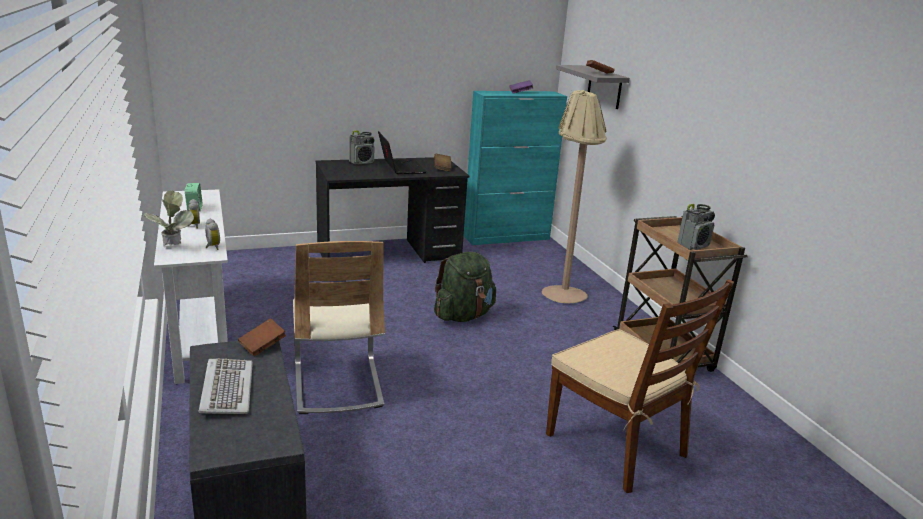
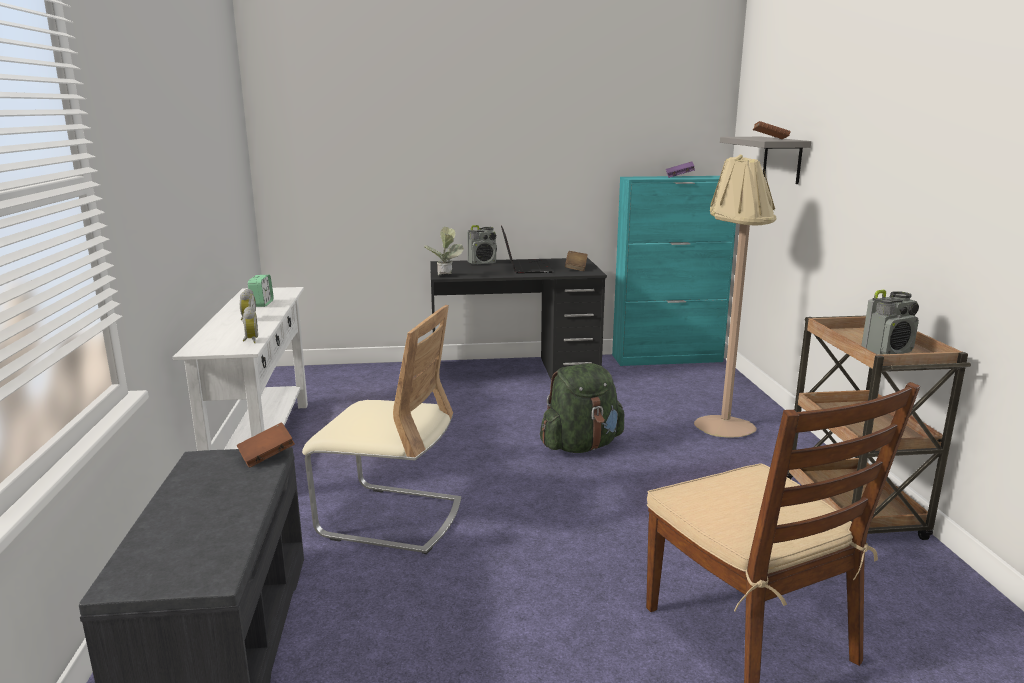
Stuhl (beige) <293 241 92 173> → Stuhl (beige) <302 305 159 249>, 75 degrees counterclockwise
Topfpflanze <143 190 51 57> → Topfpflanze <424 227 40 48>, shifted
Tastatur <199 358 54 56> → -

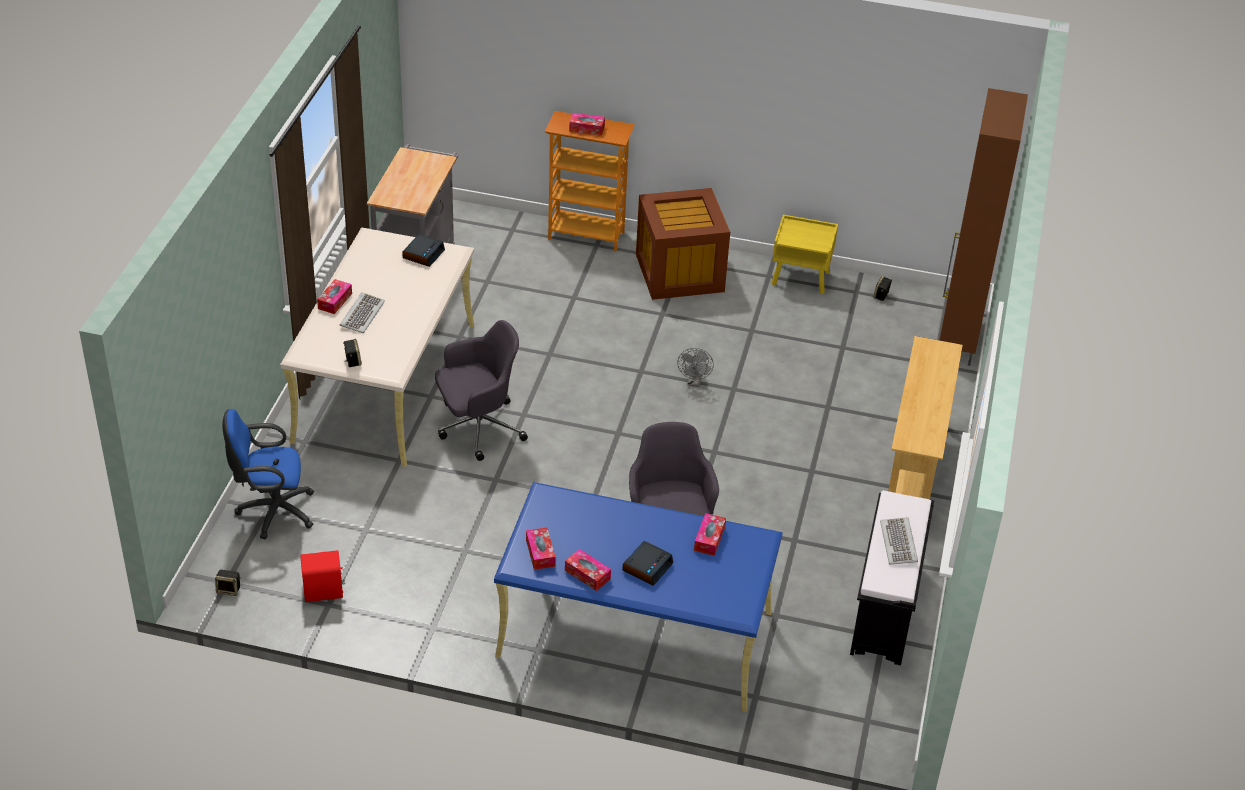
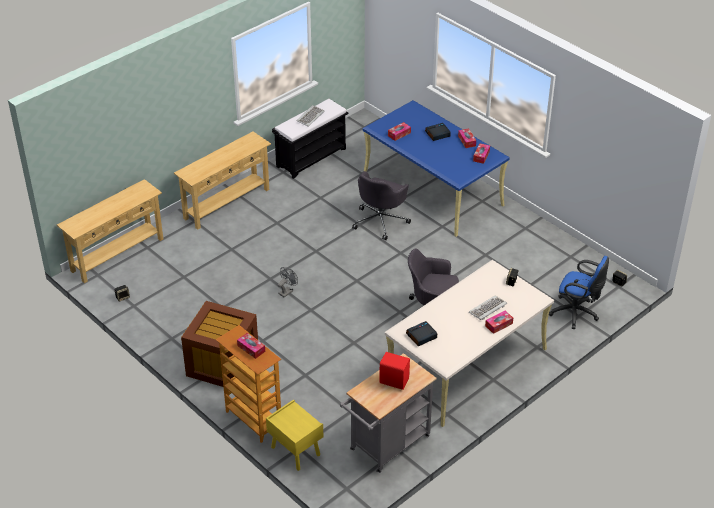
Schrank (braun) <939 88 89 278> → Konsolentisch (beige) <57 179 106 104>
Nachttisch (gelb) <772 215 66 79> → Nachttisch (gelb) <266 399 57 72>, shifted
Lautsprecher (rot) <300 550 45 52> → Lautsprecher (rot) <379 352 31 38>, shifted

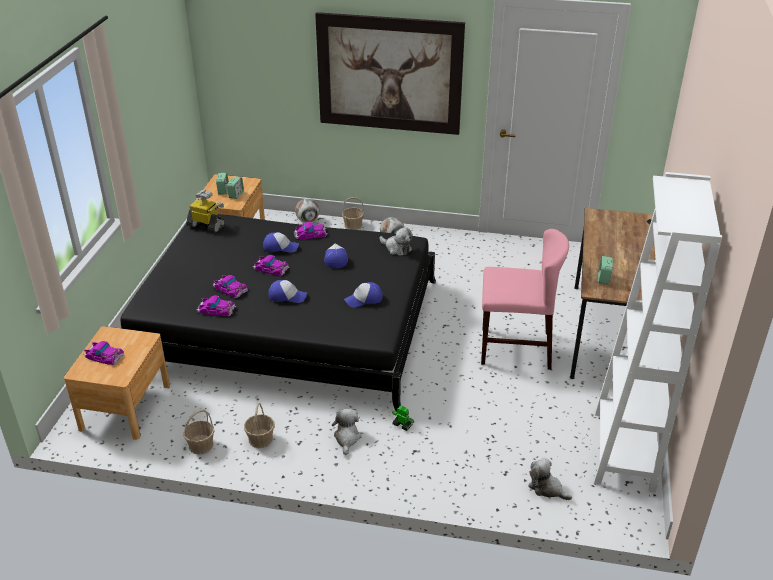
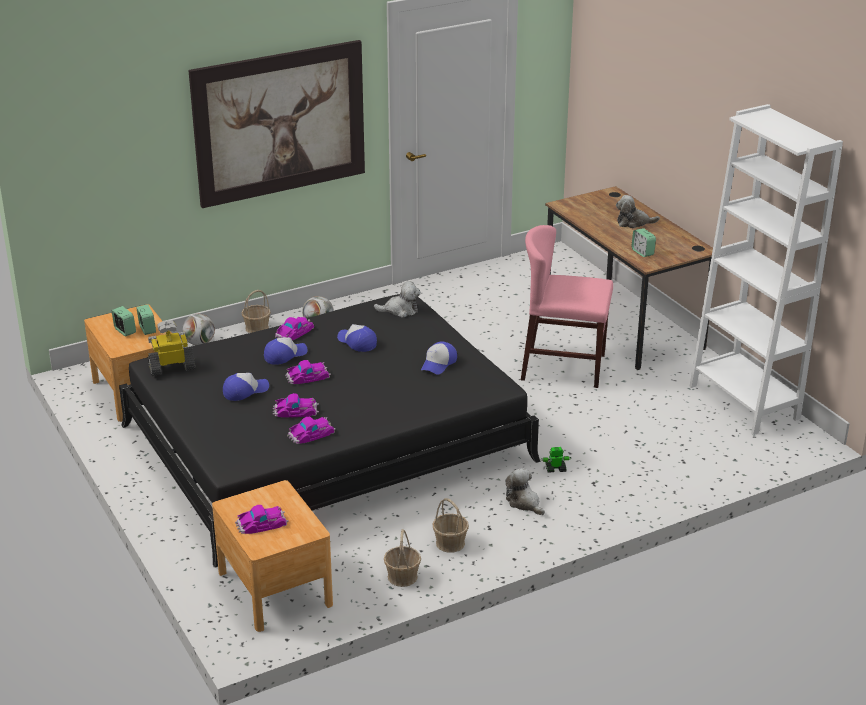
Kappe <268 280 39 23> → Kappe <223 373 46 28>, shifted
Stuhl (rosa) <481 229 88 141> → Stuhl (rosa) <521 225 92 163>, 135 degrees counterclockwise
Plüschtier <528 458 44 42> → Plüschtier <616 195 44 33>, shifted

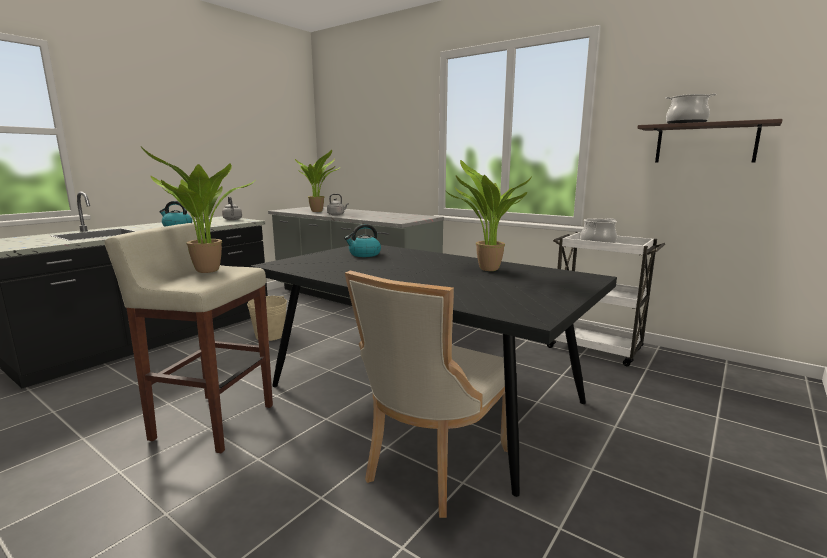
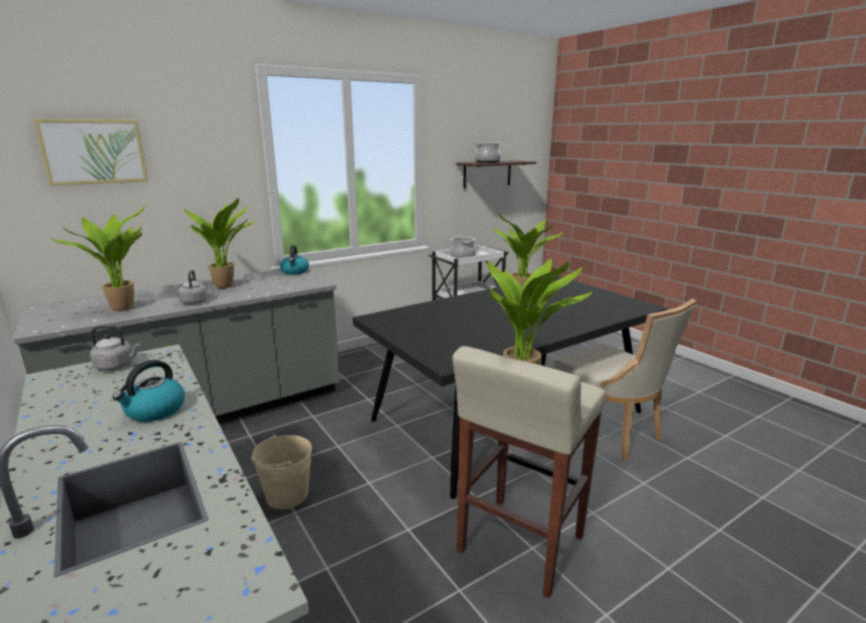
- → Bild <33 119 115 67>
- → Topfpflanze <184 198 72 90>
Wasserkessel <344 224 37 33> → Wasserkessel <280 245 29 30>, shifted

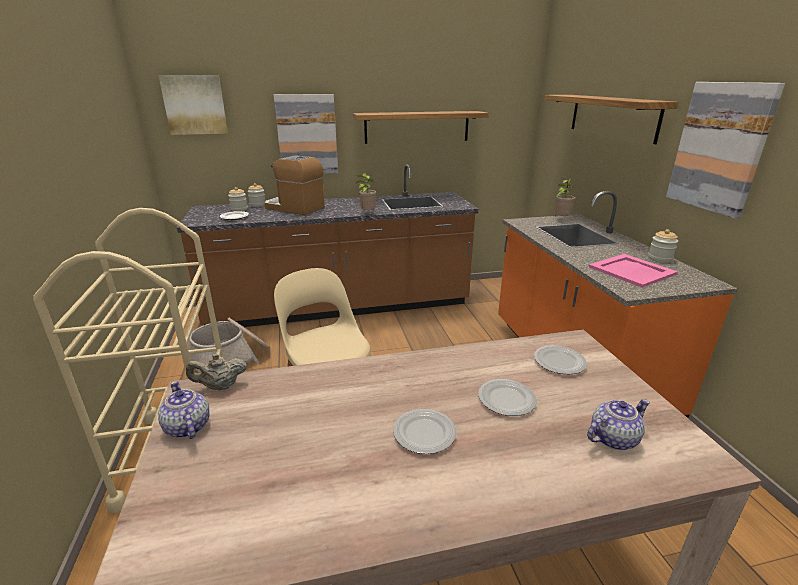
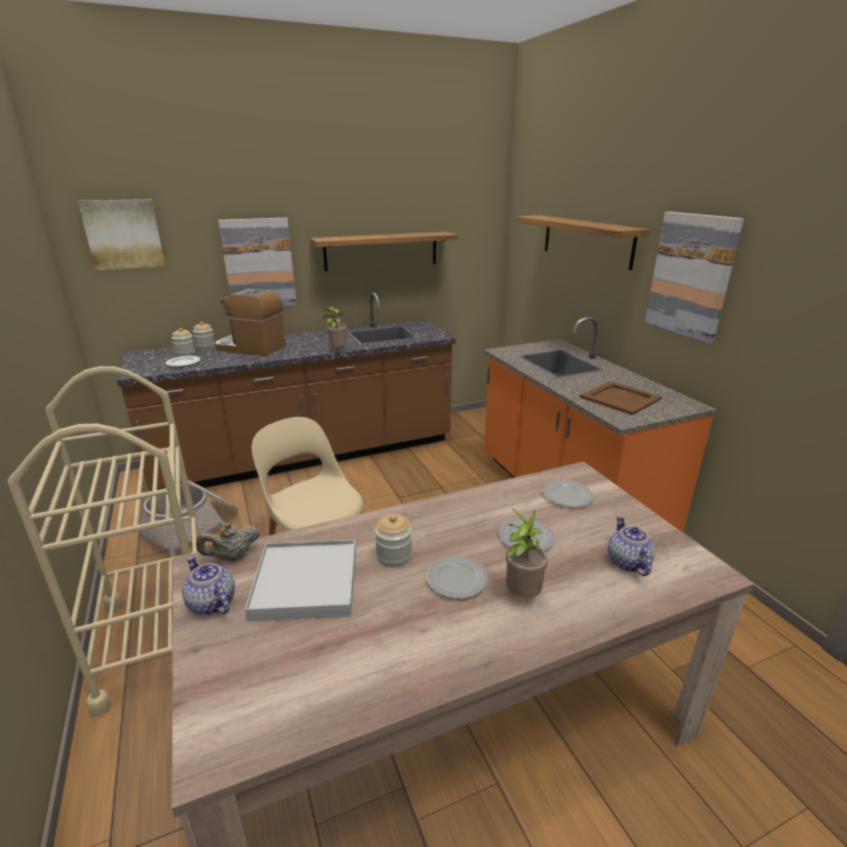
- → Tablett (weiß) <245 540 111 82>
Vorratsglas <648 229 30 33> → Vorratsglas <375 514 37 53>, shifted
Topfpflanze <555 178 20 39> → Topfpflanze <506 509 42 89>, shifted
Tablett (rosa) <589 254 89 33> → Tablett (braun) <580 381 82 34>
Teekanne <587 399 63 51> → Teekanne <608 516 47 60>, 60 degrees counterclockwise

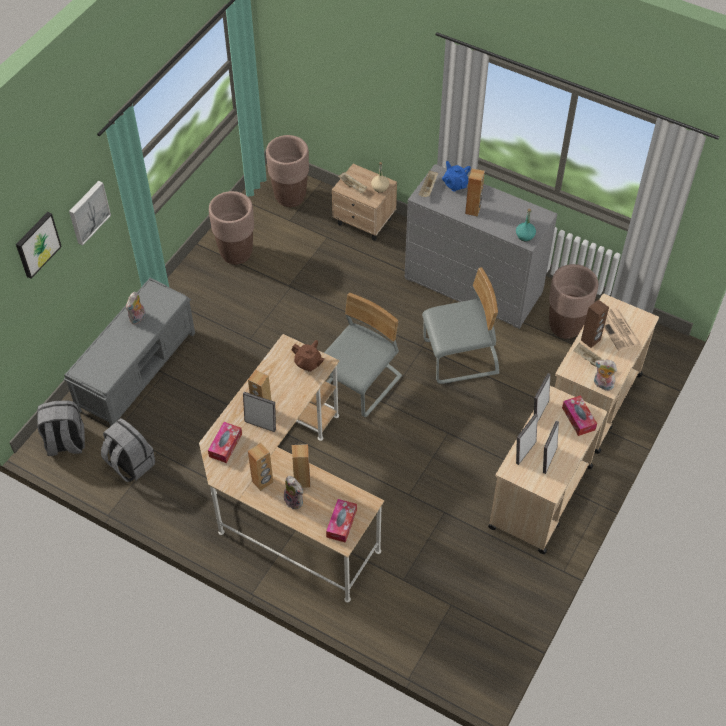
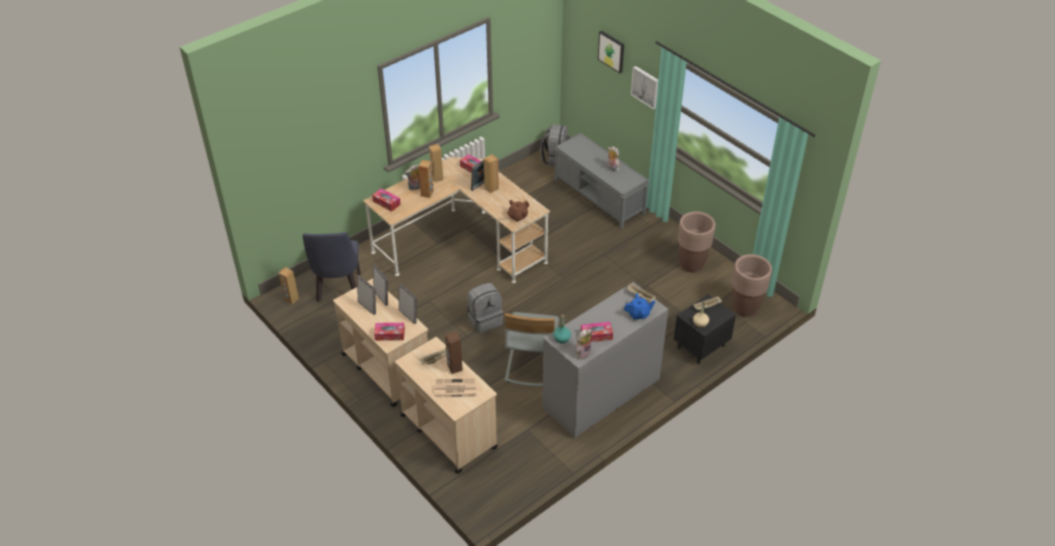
Lautsprecher (braun) <465 169 20 48> → Lautsprecher (braun) <279 267 20 38>, shifted
- → Stuhl (blau) <303 232 58 70>
Rucksack (grau) <101 418 54 64> → Rucksack (grau) <467 283 36 50>, shifted
Plüschtier <594 360 23 31> → Plüschtier <575 329 17 31>, shifted
- → Taschentuchbox <581 322 32 20>
Nachttisch (beige) <332 164 65 77> → Nachttisch (schwarz) <674 294 62 70>
Stuhl (grau) <324 293 78 124> → -
Pflanzkübel (braun) <549 264 49 75> → -

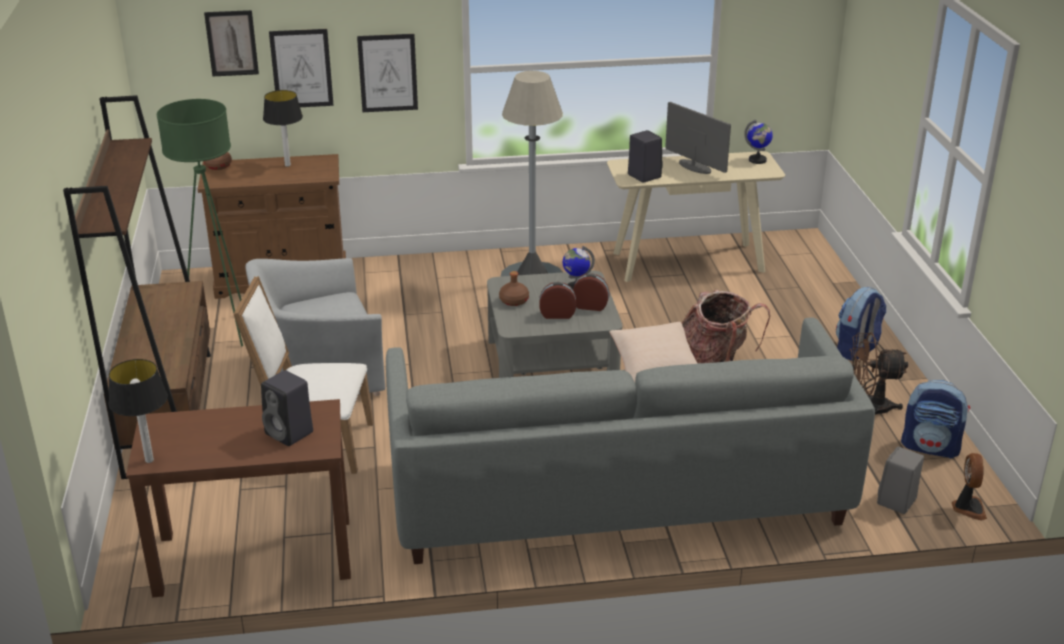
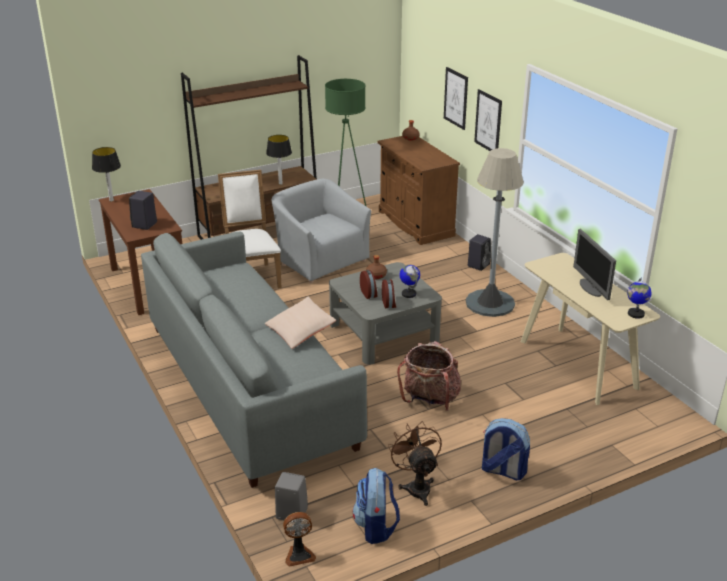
Tischlampe <263 90 40 77> → Tischlampe <266 135 26 50>, shifted
Lautsprecher (schwarz) <628 130 35 53> → Lautsprecher (schwarz) <468 234 23 37>, shifted
Monitor <665 102 66 72> → Monitor <573 229 43 71>, 135 degrees clockwise
Bild <204 10 55 67> → -

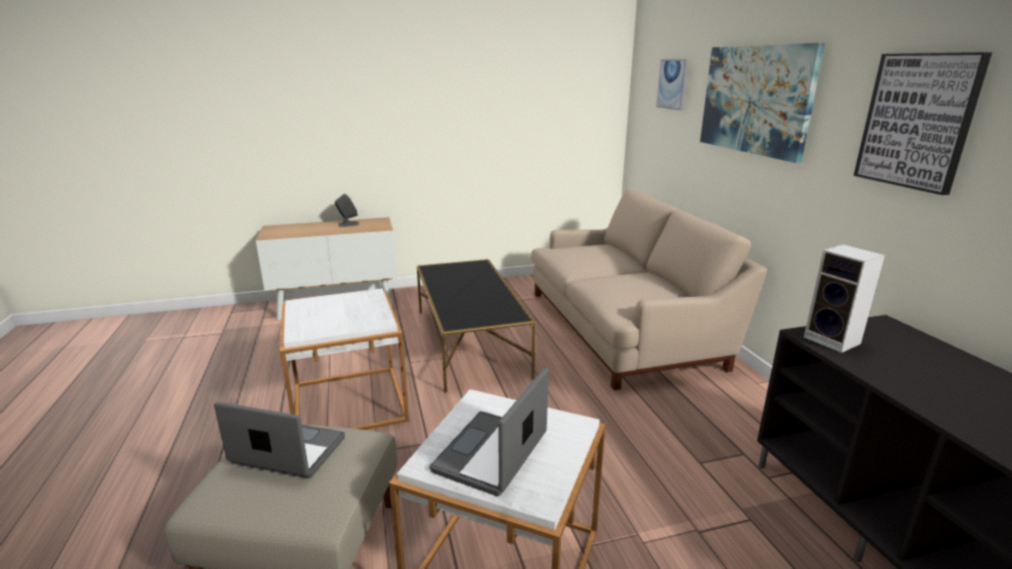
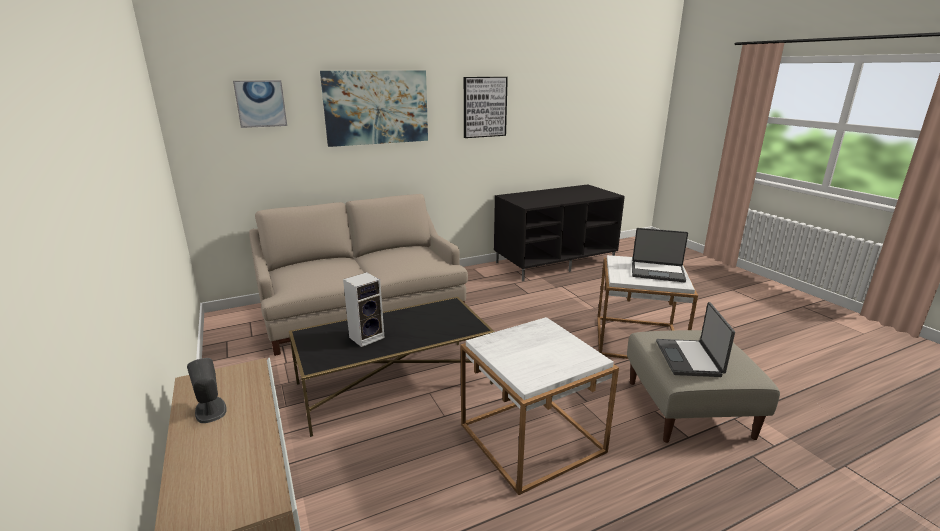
Lautsprecher <804 244 81 109> → Lautsprecher <343 272 41 75>, shifted

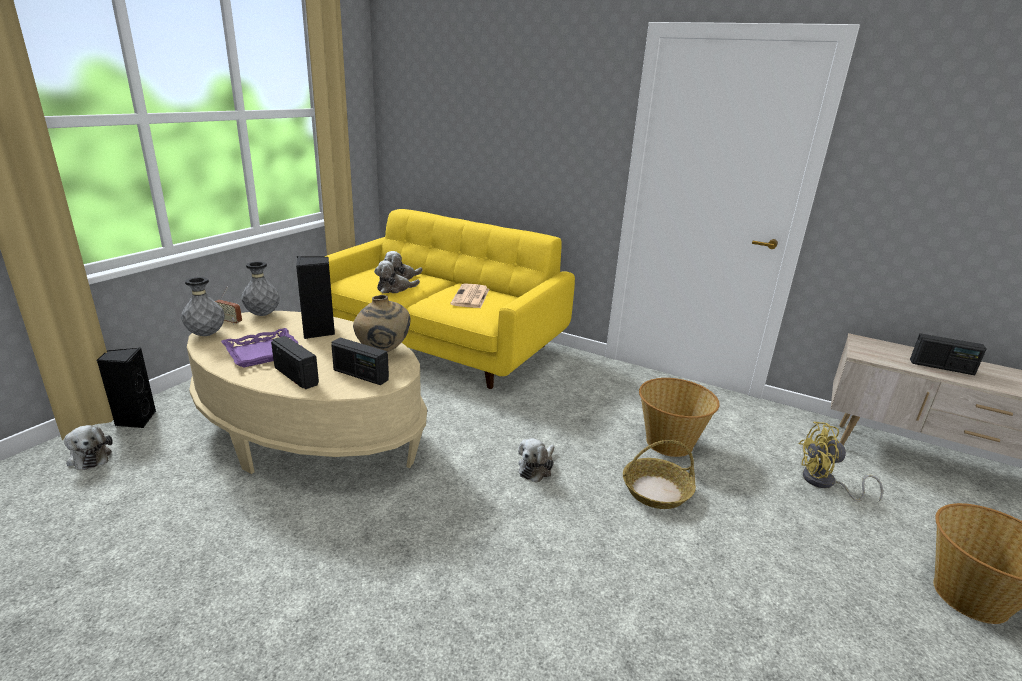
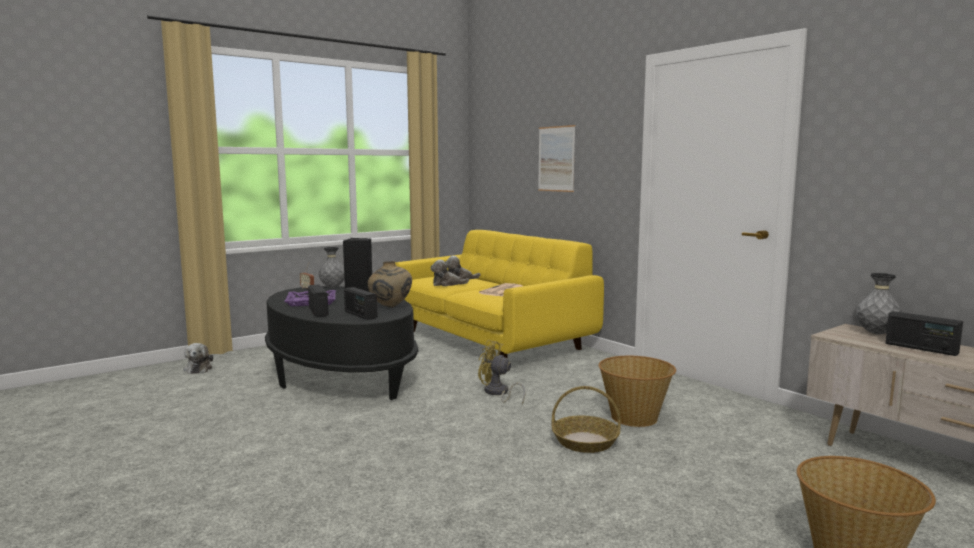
Couchtisch (beige) <187 311 240 163> → Couchtisch (schwarz) <265 286 153 114>
Ventilator (gelb) <799 422 84 79> → Ventilator (gelb) <478 340 48 64>, shifted
- → Bild <538 125 37 67>
Vase (grau) <181 277 44 59> → Vase (grau) <856 273 46 61>, shifted
Lautsprecher (schwarz) <97 348 59 80> → -
Plüschtier <518 438 36 45> → -

